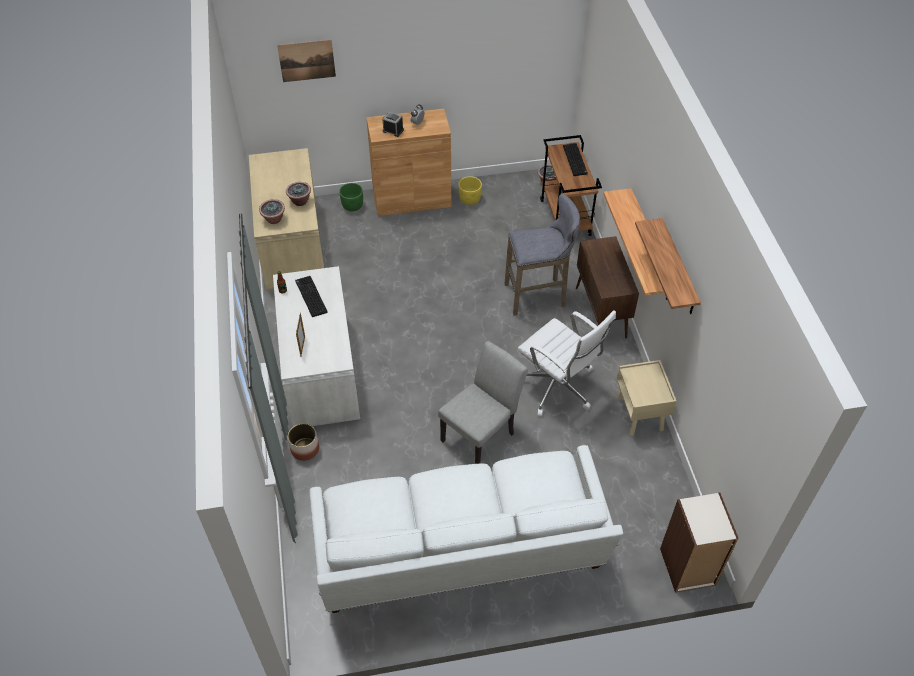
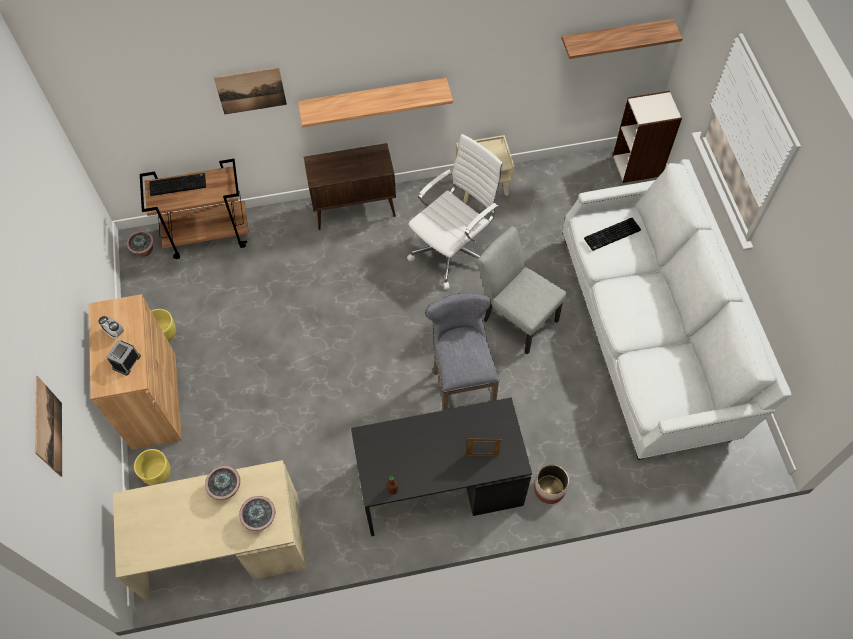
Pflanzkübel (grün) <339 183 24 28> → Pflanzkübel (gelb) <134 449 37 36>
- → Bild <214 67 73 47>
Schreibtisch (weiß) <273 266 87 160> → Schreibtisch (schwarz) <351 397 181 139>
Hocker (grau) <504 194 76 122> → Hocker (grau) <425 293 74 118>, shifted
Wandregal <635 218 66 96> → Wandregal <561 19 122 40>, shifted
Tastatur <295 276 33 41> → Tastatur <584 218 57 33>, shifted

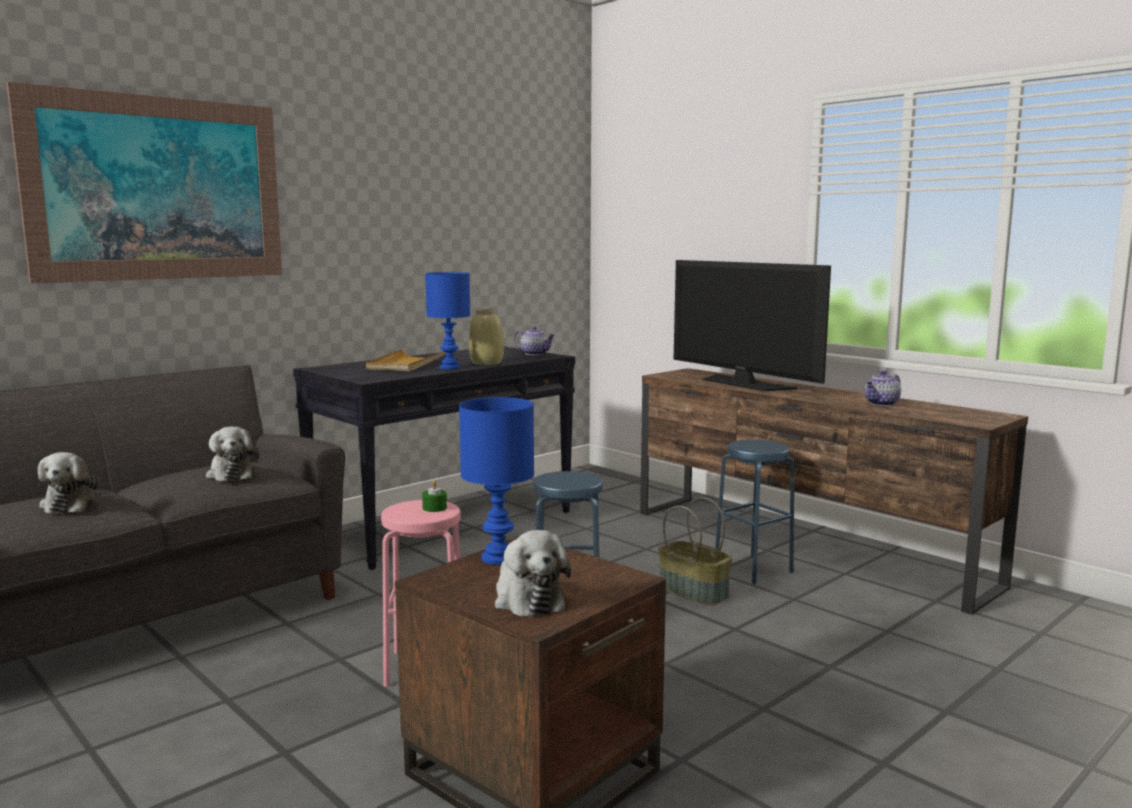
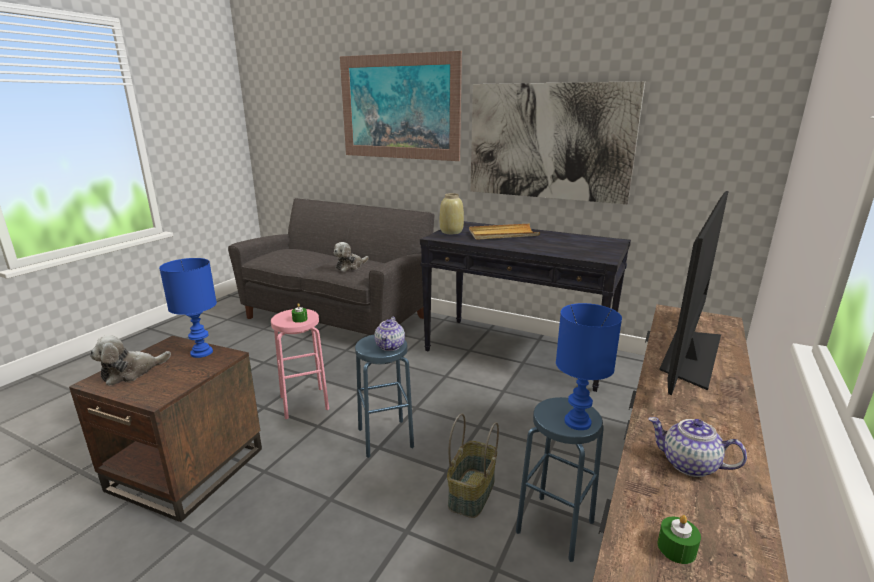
Teekanne <514 326 41 29> → Teekanne <374 317 31 34>, shifted
Vase (beige) <469 309 35 56> → Vase (beige) <440 193 24 41>, shifted
- → Bild <470 81 175 123>
Tischlampe (blau) <425 272 45 98> → Tischlampe (blau) <556 303 66 127>, shifted
- → Kerze (grün) <657 515 44 49>
Plüschtier <38 452 61 62> → -

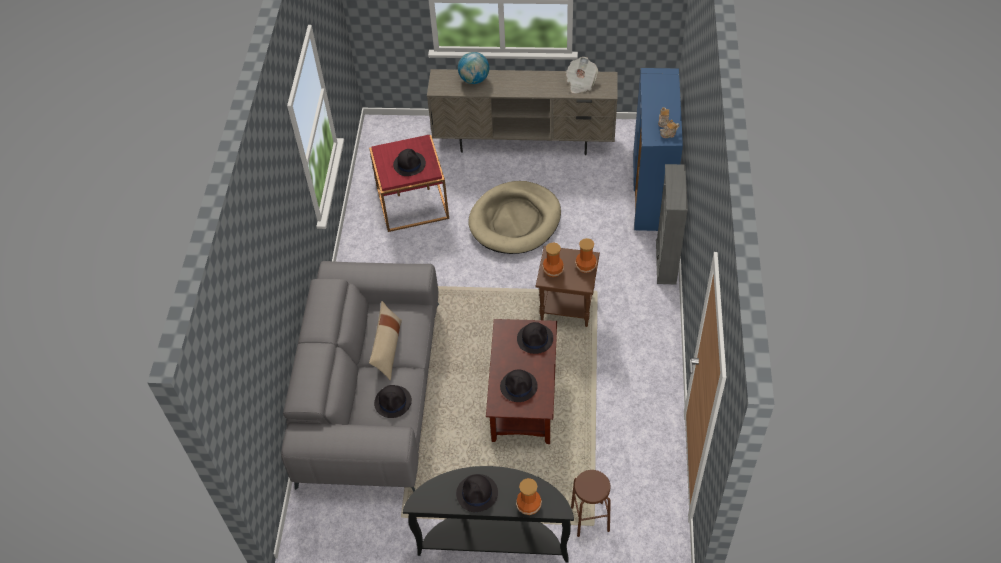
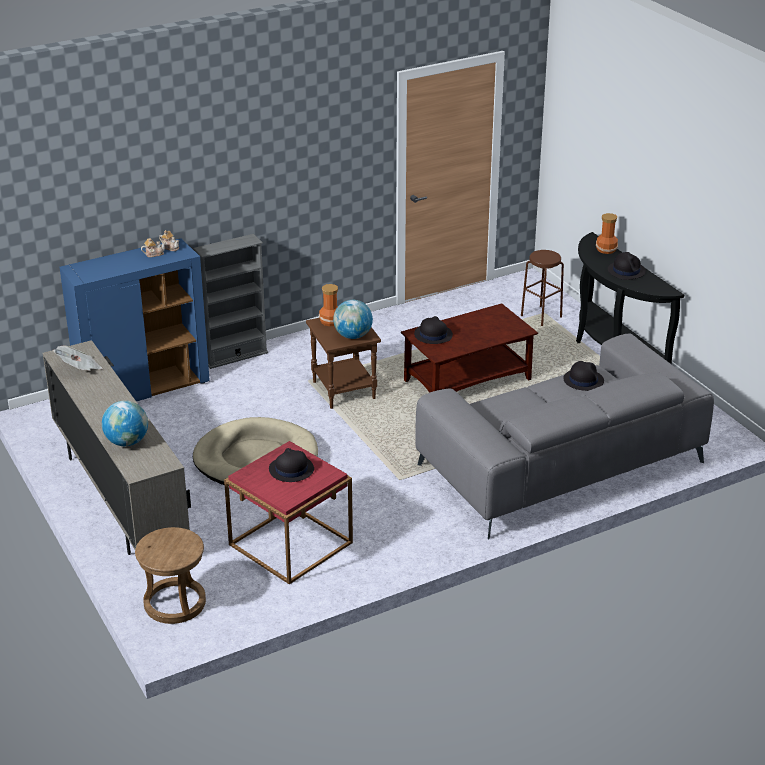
- → Hocker (braun) <135 527 71 97>
Vase <542 242 22 35> → Globus <333 300 40 39>
Kissen (beige) <369 301 33 79> → -
Hut (schwarz) <500 369 38 33> → -

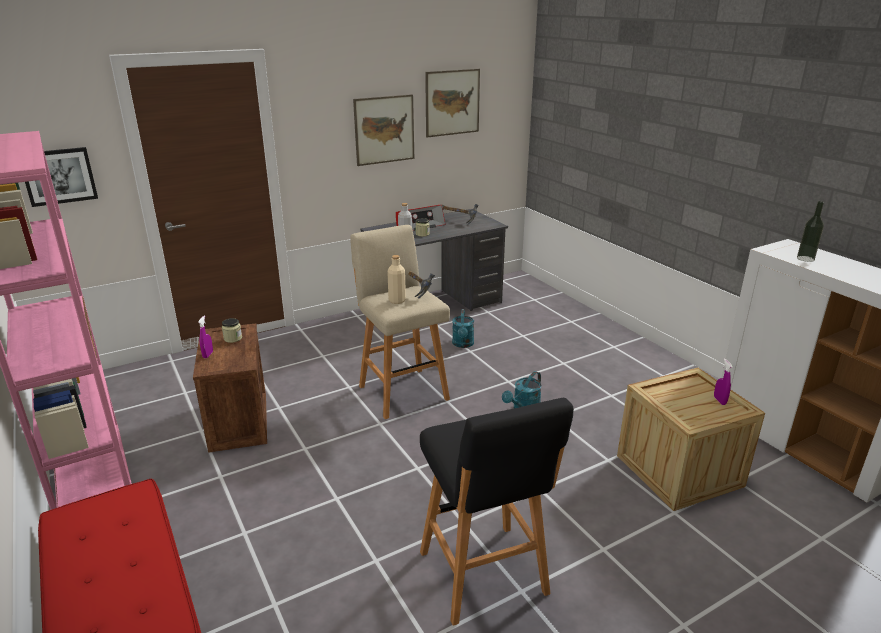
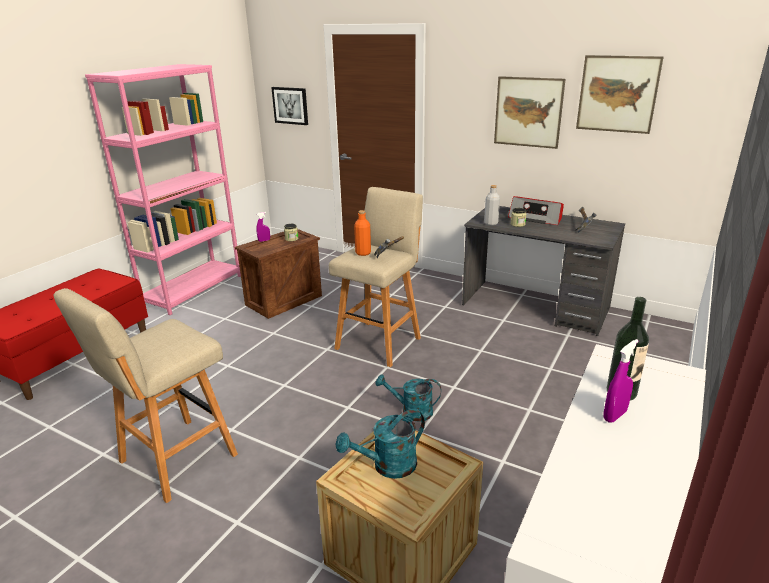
Hocker (schwarz) <420 398 154 228> → Hocker (beige) <54 288 184 215>
Gießkanne (türkis) <452 309 22 39> → Gießkanne (türkis) <335 409 90 70>, shifted
Flasche (beige) <387 255 19 49> → Flasche (orange) <354 210 17 46>
Sprühflasche (lila) <714 358 19 47> → Sprühflasche (lila) <603 339 35 84>, shifted

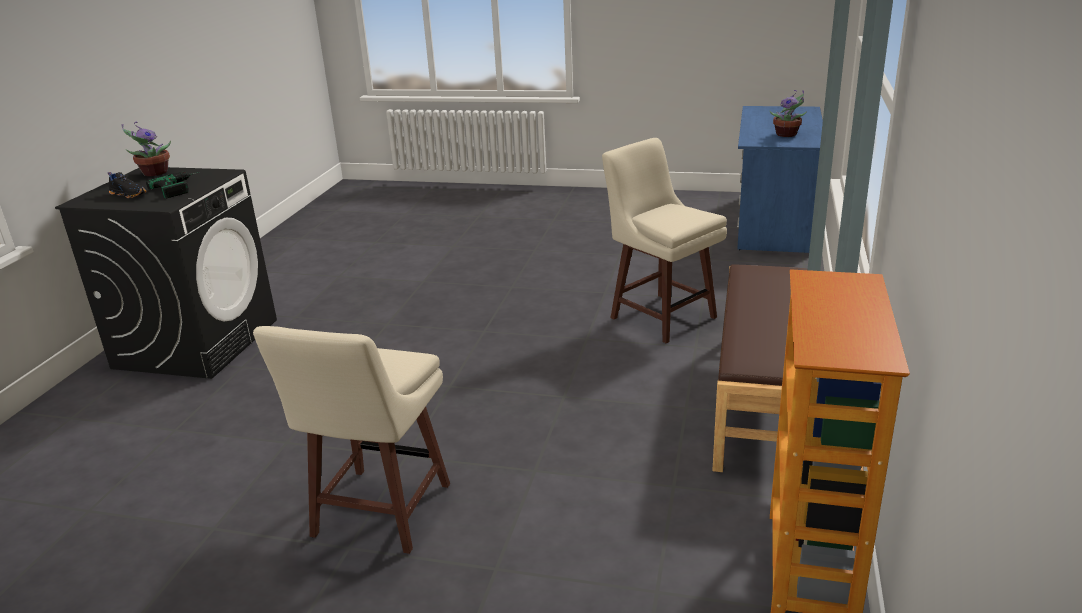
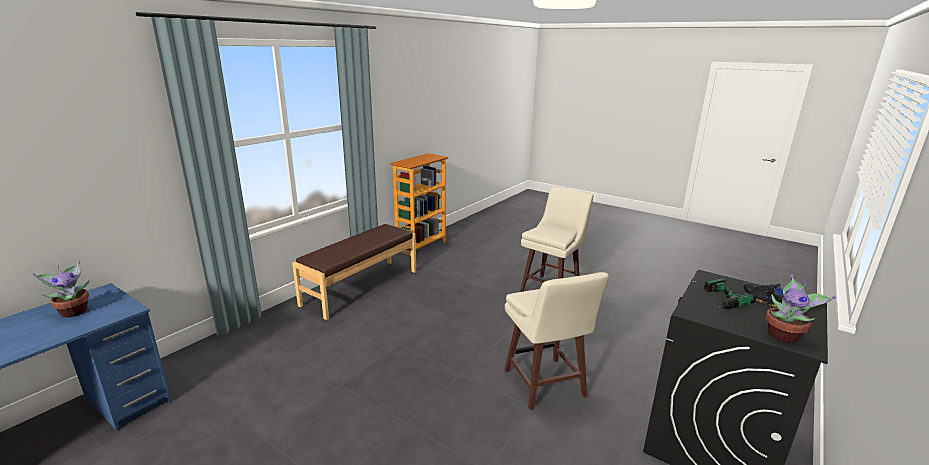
Hocker (beige) <602 138 125 205> → Hocker (beige) <504 272 105 138>, shifted

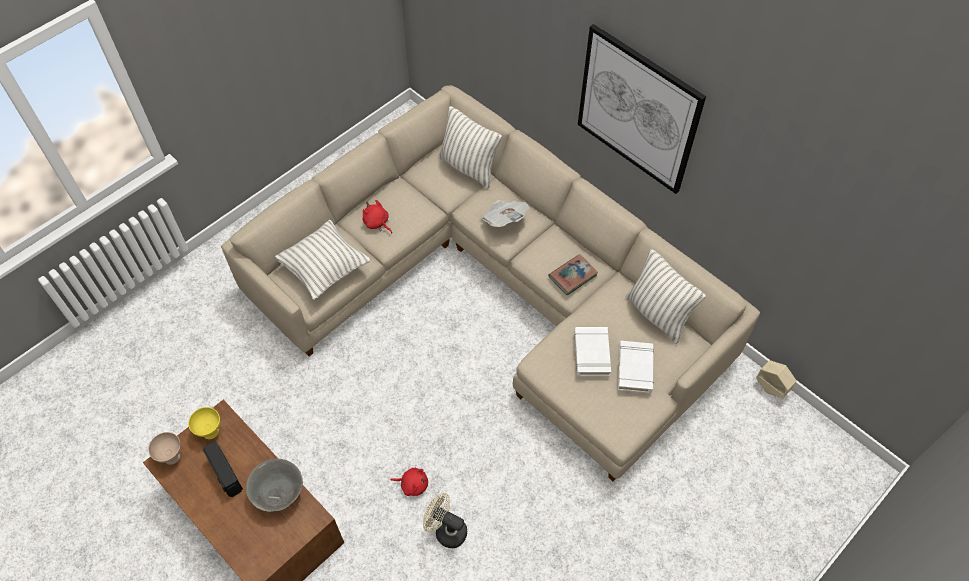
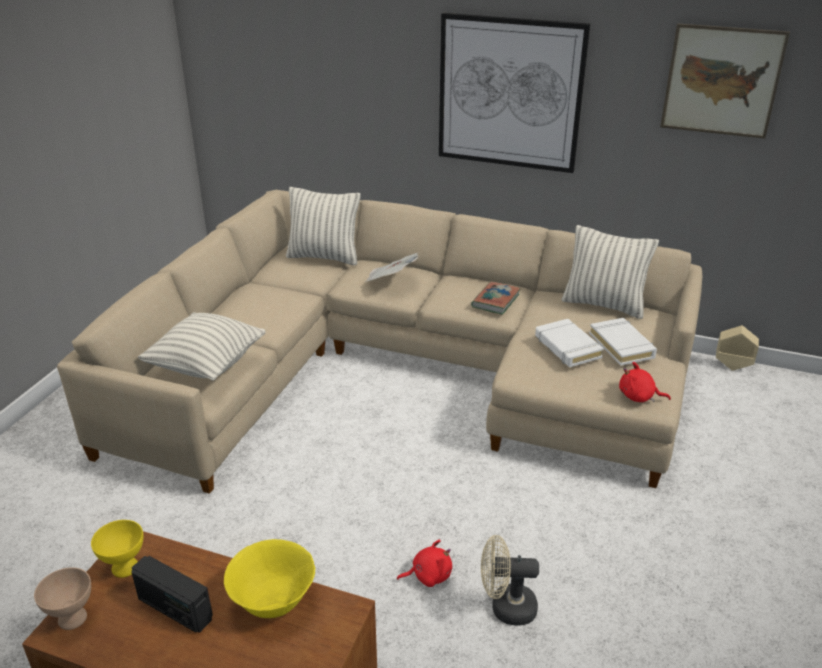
Schüssel (grau) <246 459 57 53> → Schüssel (gelb) <224 539 91 79>
Plüschtier (rot) <363 200 29 33> → Plüschtier (rot) <619 362 52 41>, shifted
- → Bild <660 23 130 116>

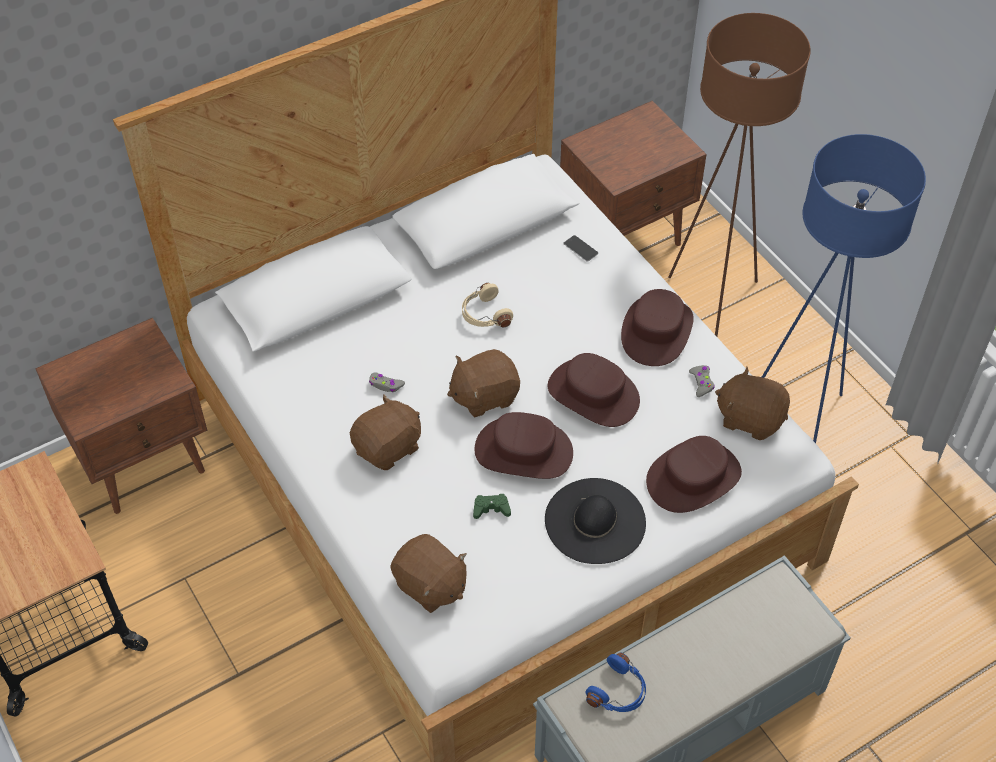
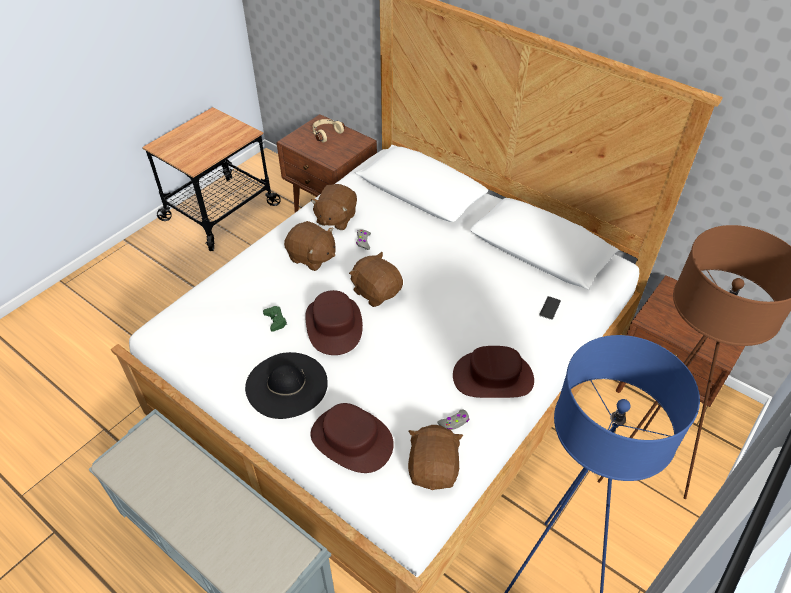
Plüschtier (braun) <390 534 77 79> → Plüschtier (braun) <311 184 46 46>, shifted
Kopfhörer (beige) <462 283 51 45> → Kopfhörer (beige) <313 119 32 23>, shifted
Hut (braun) <548 353 92 74> → -
Kopfhörer (blau) <586 652 60 60> → -

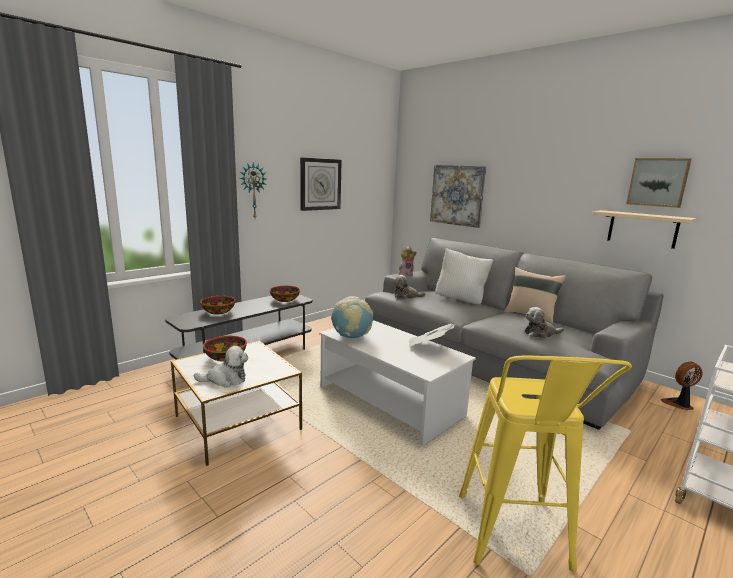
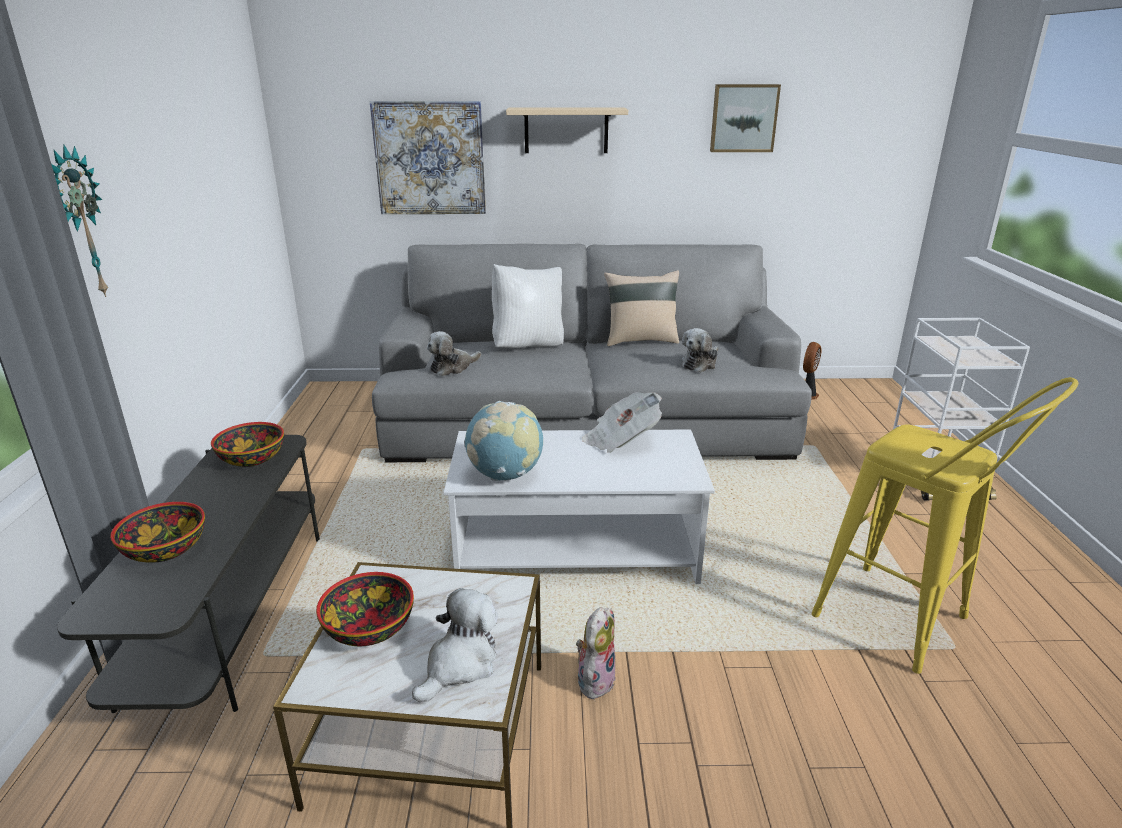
Wandregal (beige) <592 210 105 39> → Wandregal (beige) <506 107 122 46>, shifted
Plüschtier <399 246 18 31> → Plüschtier <576 607 40 92>, shifted
Wanduhr <300 157 42 54> → -

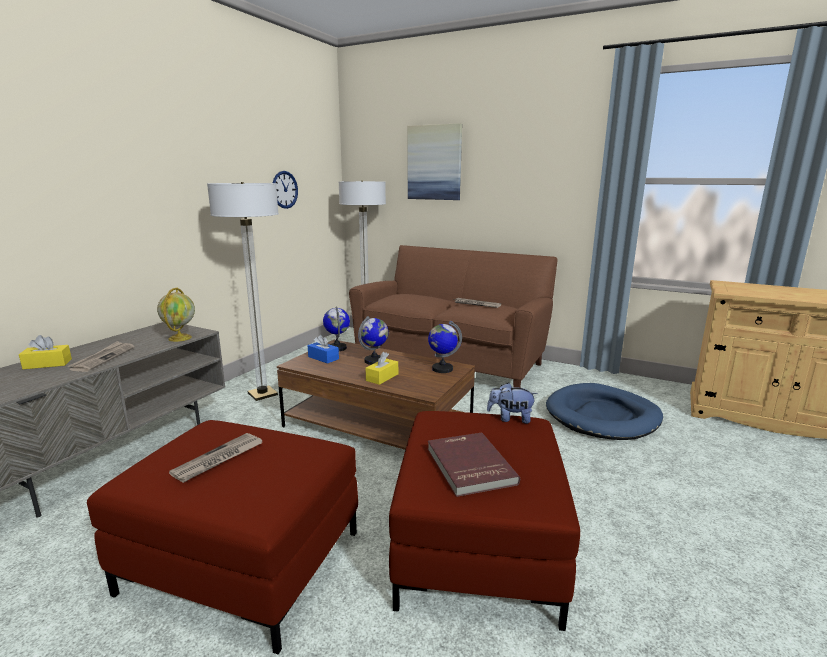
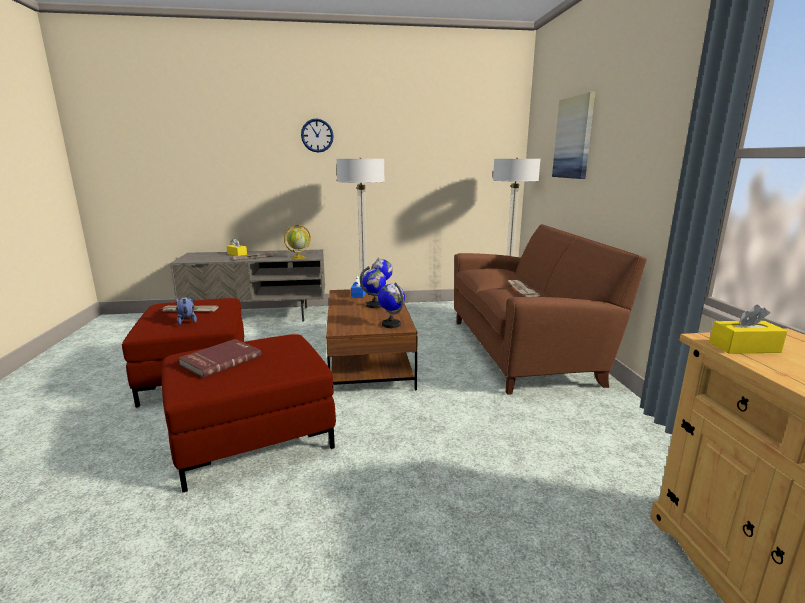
Plüschtier <487 382 50 42> → Plüschtier <176 296 21 29>, shifted
Wanduhr <273 171 25 38> → Wanduhr <301 118 33 35>, shifted
Taschentuchbox (gelb) <366 352 32 33> → Taschentuchbox (gelb) <709 305 78 48>, shifted
Hundebett (blau) <546 383 117 57> → -

